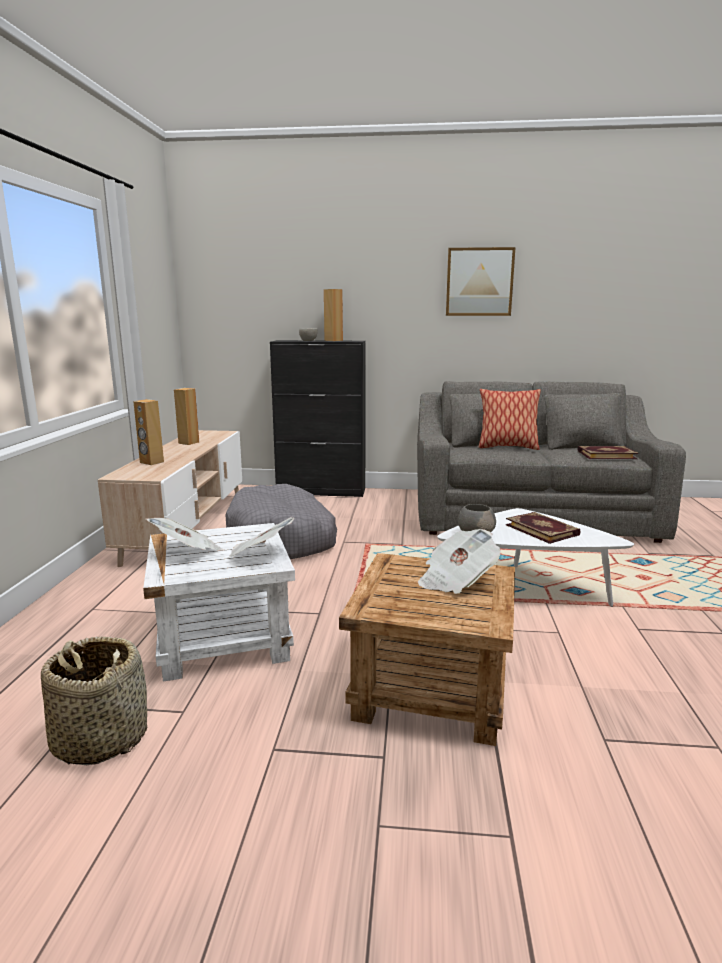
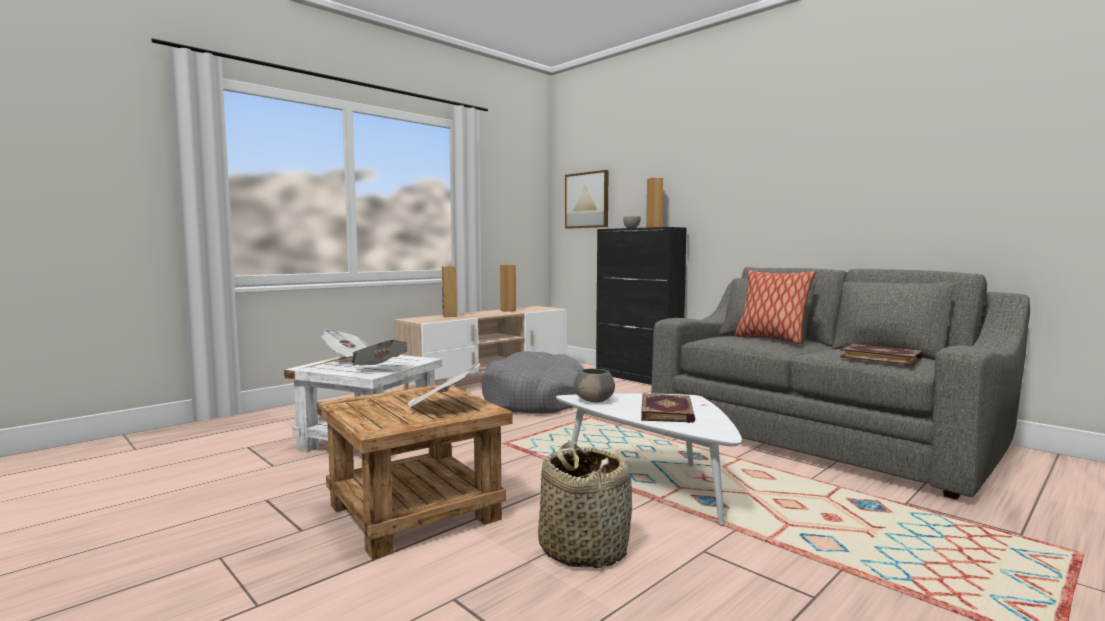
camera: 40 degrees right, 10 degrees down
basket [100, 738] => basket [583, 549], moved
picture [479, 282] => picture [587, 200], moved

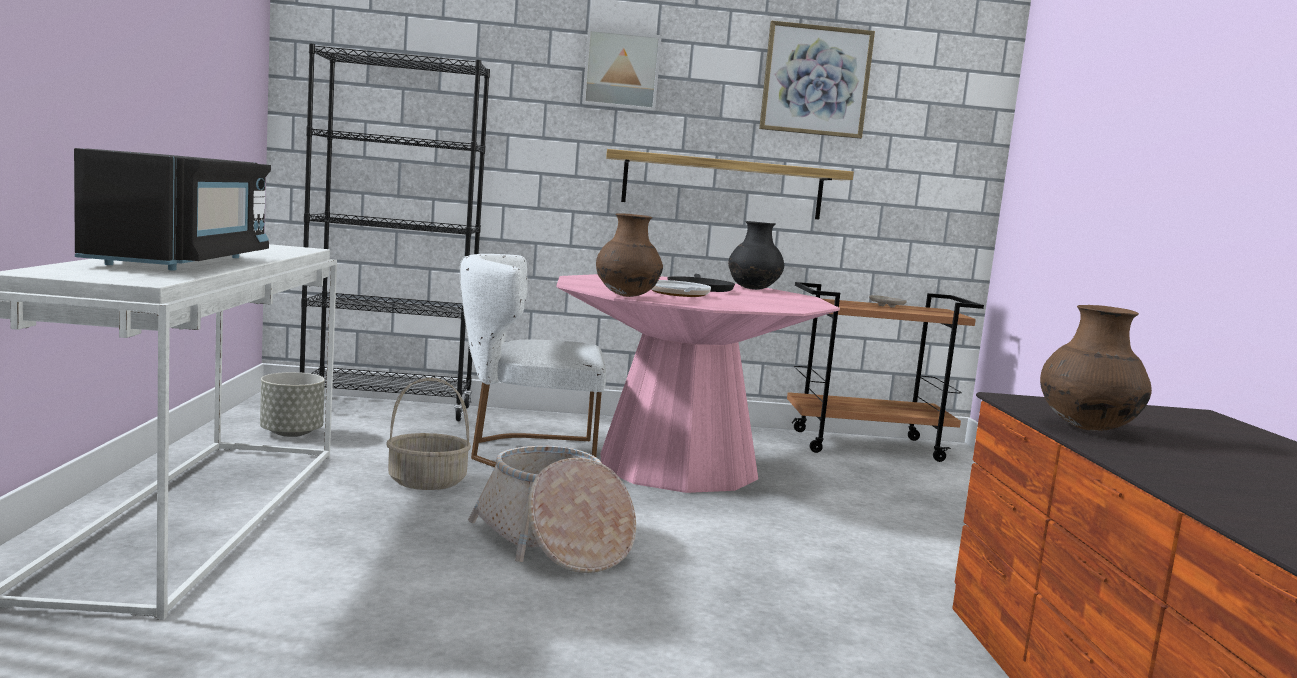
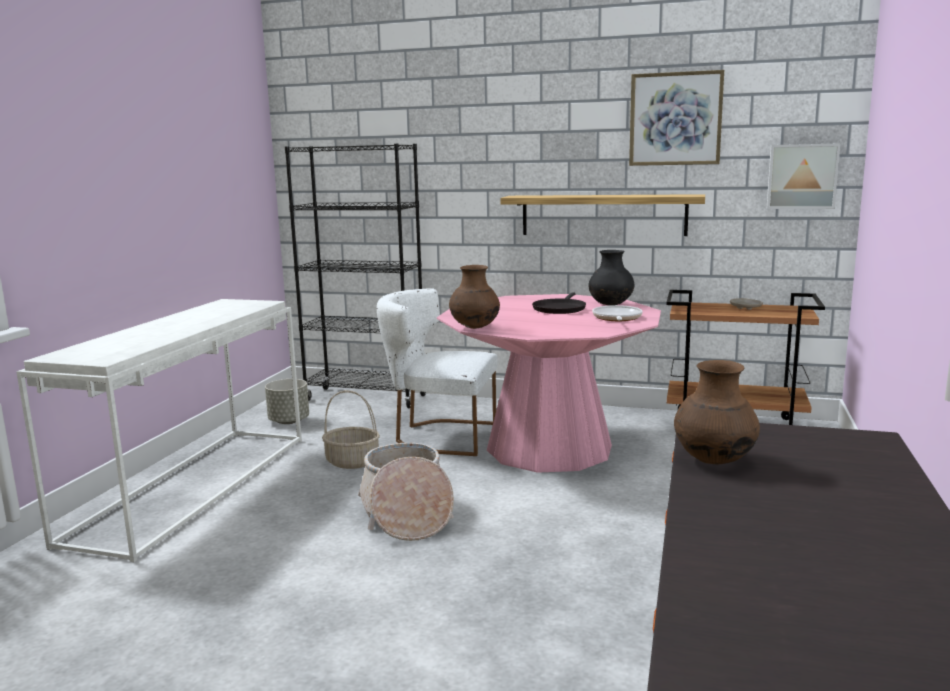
camera: 20 degrees right, 5 degrees up
frying pan [679, 294] => frying pan [616, 318], moved
picture [621, 70] => picture [802, 176], moved
black microwave [182, 262] => nothing

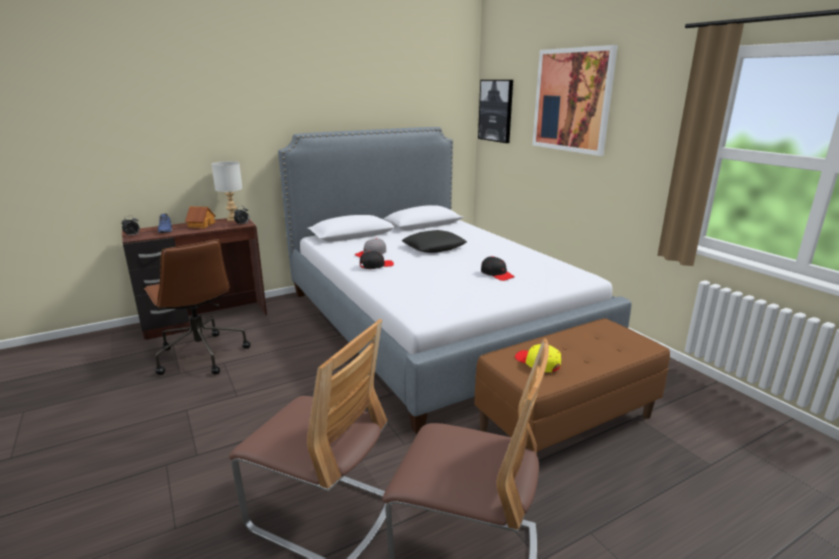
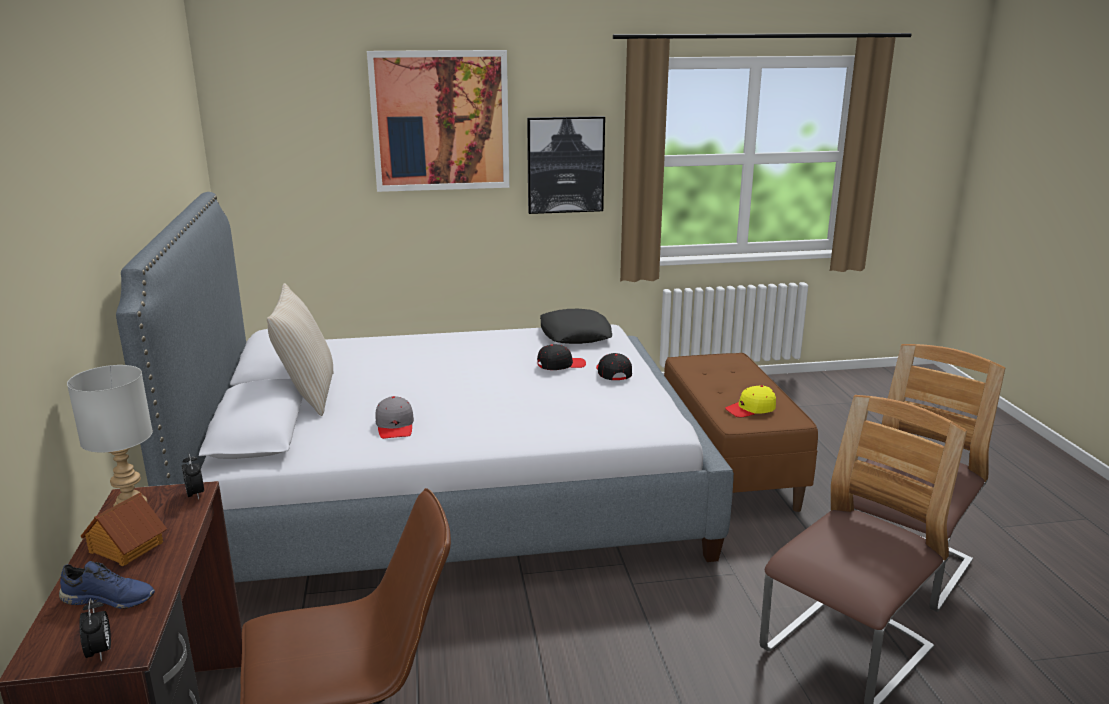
camera: 70 degrees left, 0 degrees up
nothing => beige pillow [307, 395]
picture [496, 110] => picture [565, 164], moved
black pillow [434, 247] => black pillow [575, 334], moved
black cap [376, 265] => black cap [612, 373], moved

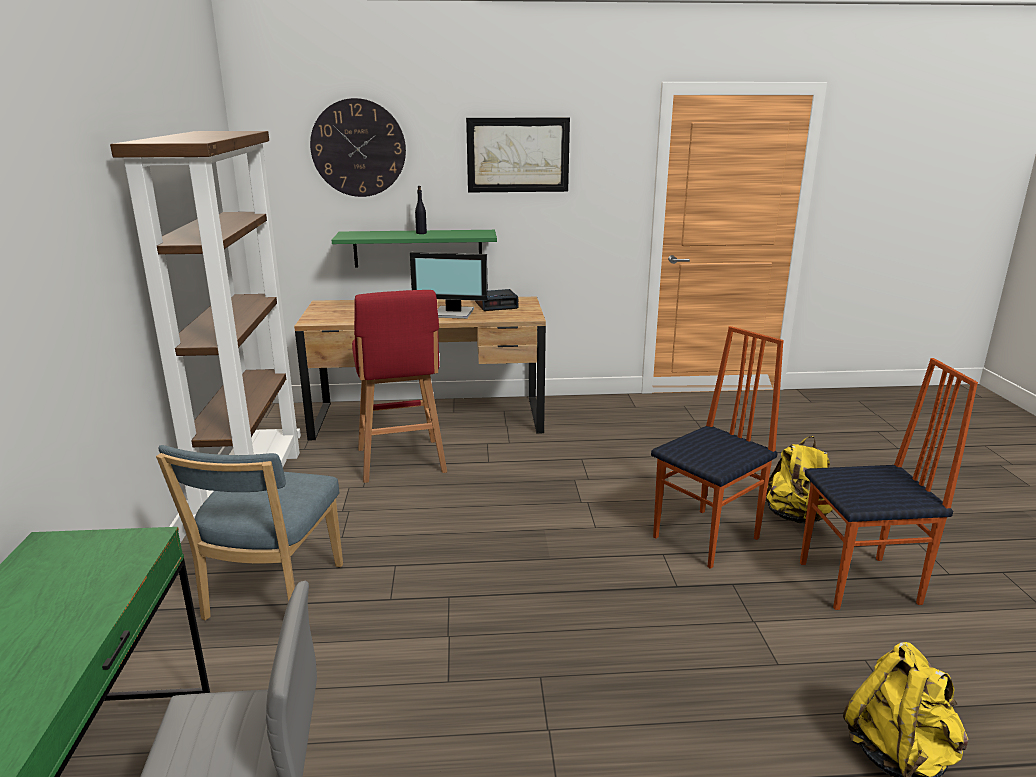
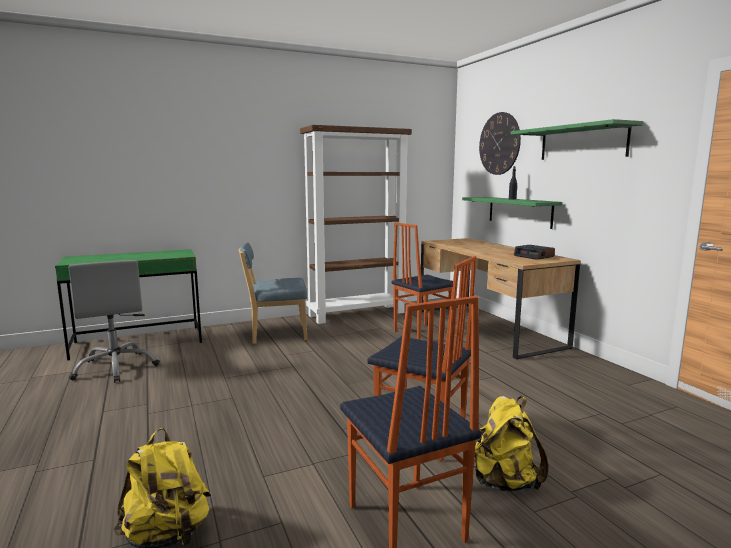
camera: 70 degrees right, 10 degrees down
red stool [401, 462] => chair [421, 332]
picture [518, 155] => green shelf [582, 143]
monitor [453, 313] => nothing

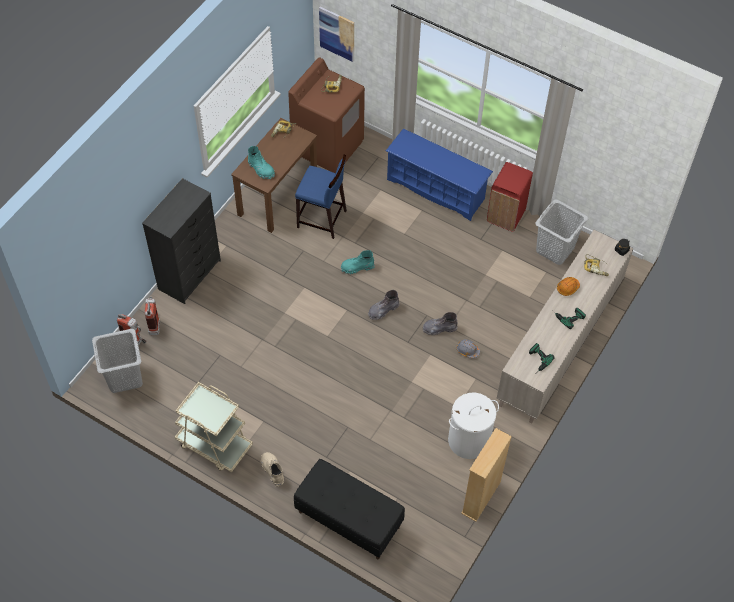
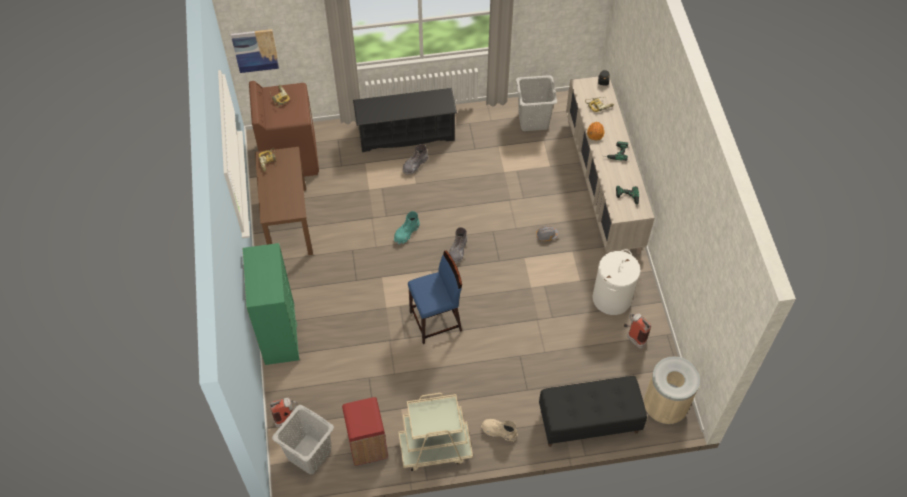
camera: 40 degrees left, 0 degrees up
black dresser [190, 274] => green dresser [280, 333]
red trash can [507, 215] => red trash can [368, 445], moved
blue shoe rack [436, 189] => black shoe rack [406, 134]
grey boot [439, 328] => grey boot [415, 165], moved
blue stool [322, 219] => blue stool [436, 321], moved
fire extinguisher [155, 324] => fire extinguisher [633, 338], moved
nothing => beige trash can [664, 407]
turquoise boot [261, 169] => nothing
beige bookcase [481, 497] => nothing

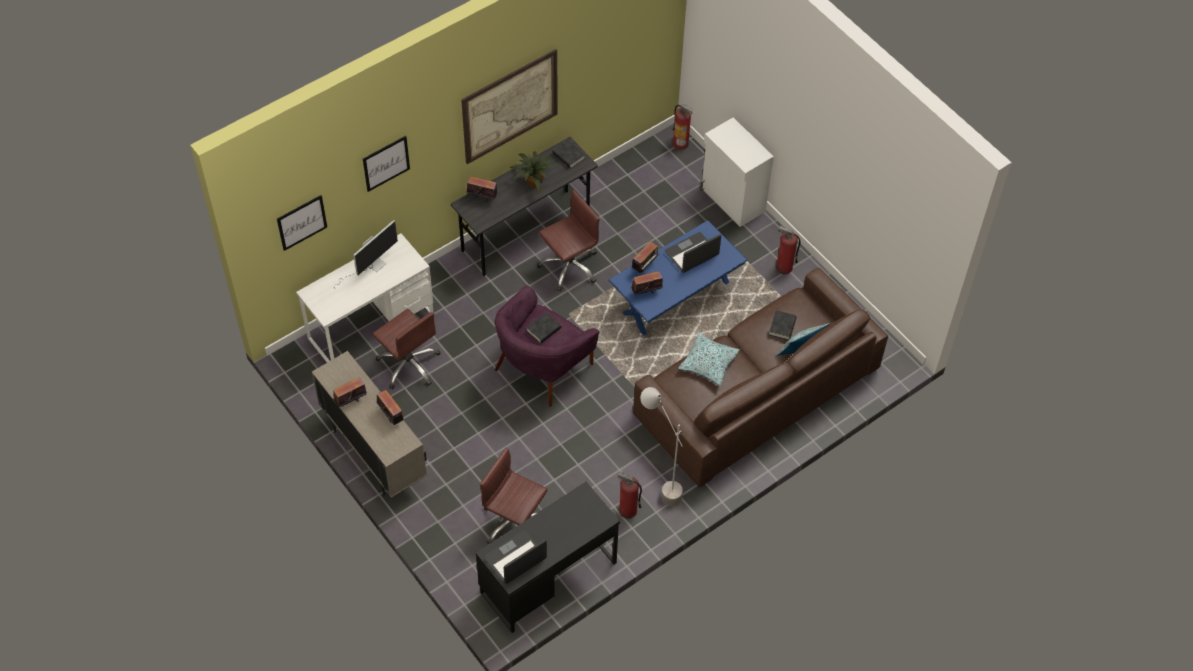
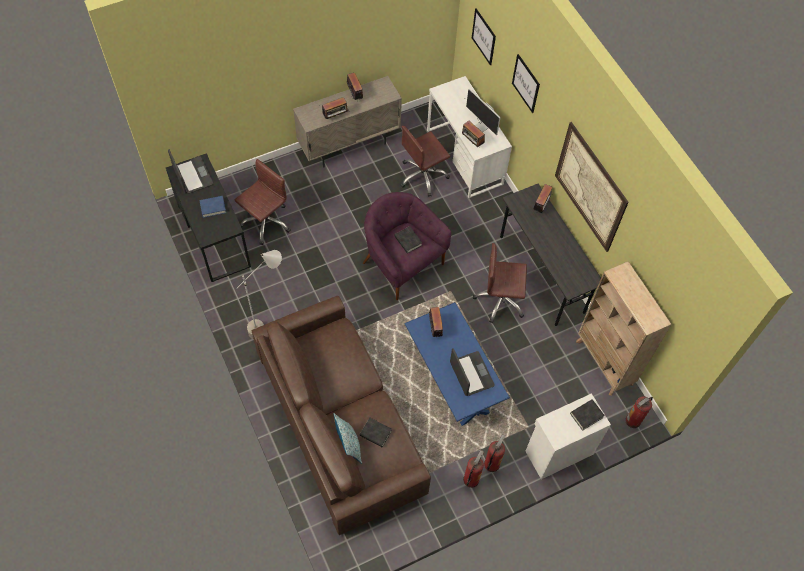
camera: 100 degrees right, 5 degrees up
nothing => blue book [213, 207]
radio [645, 266] => radio [472, 142], moved
brown office chair [569, 266] => brown office chair [500, 300], 120 degrees clockwise
fire extinguisher [627, 510] => fire extinguisher [491, 464], moved
black book [568, 156] => black book [586, 415], moved
nothing => beige bookcase [604, 363]
potted plant [533, 181] => nothing
pillow [708, 363] => nothing

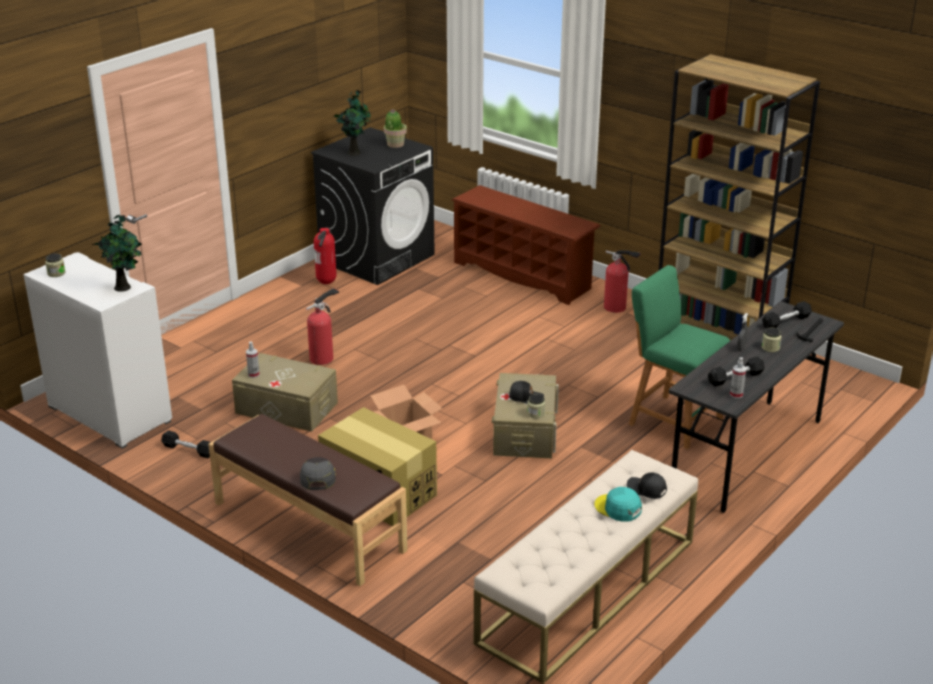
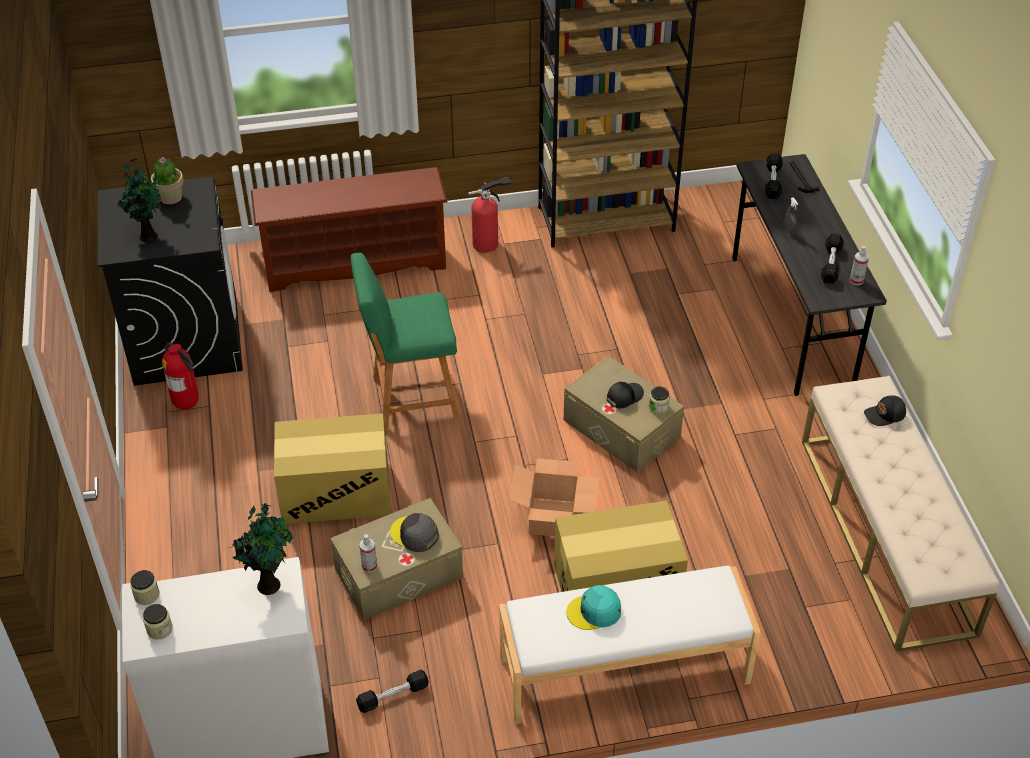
camera: 50 degrees left, 15 degrees up
jar [770, 348] => jar [147, 595], moved
fire extinguisher [323, 357] => cardboard box [335, 492]
green stool [671, 420] => green stool [410, 399], moved
grey cap [317, 477] => grey cap [414, 535], moved
brown bench [308, 527] => white bench [624, 671]
turquoise cap [618, 508] => turquoise cap [594, 612], moved

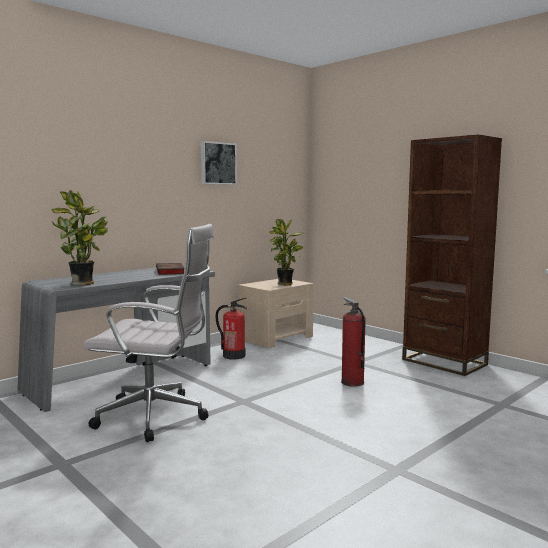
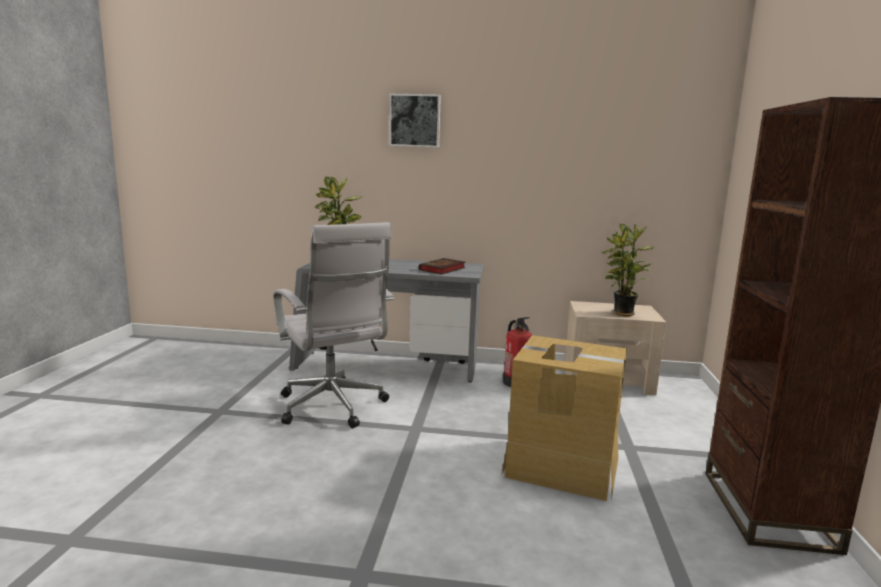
camera: 50 degrees right, 5 degrees up
picture [217, 163] => picture [415, 120], moved
fire extinguisher [352, 382] => cardboard box [561, 466]

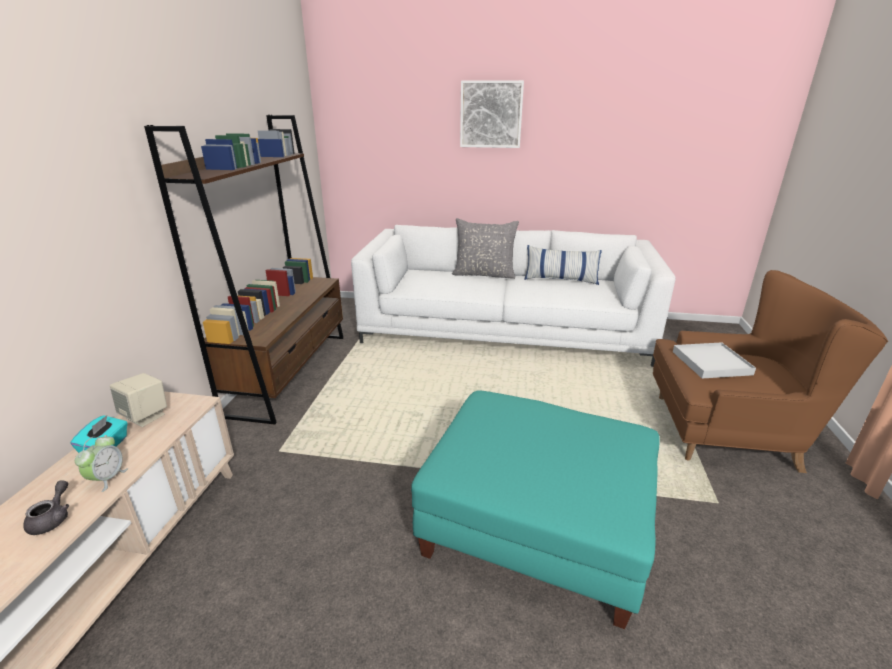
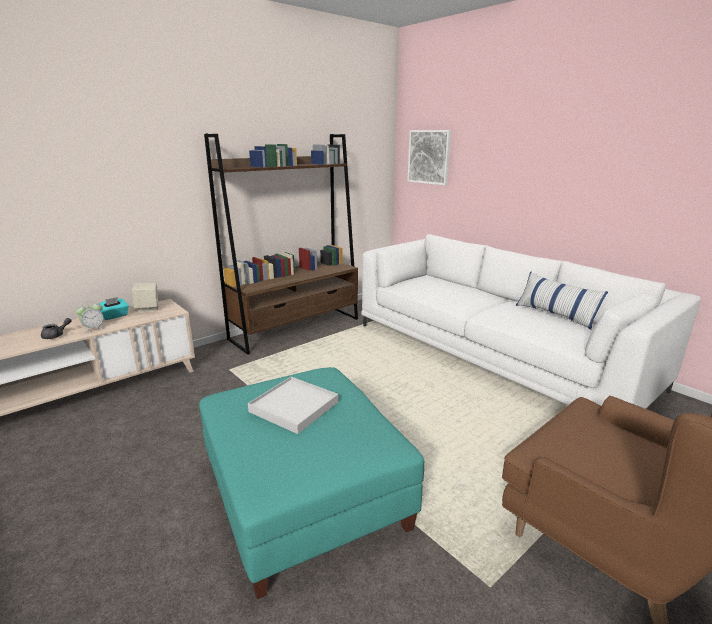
camera: 40 degrees right, 5 degrees down
white tray [711, 363] => white tray [294, 407], moved
picture [491, 114] => picture [429, 157], moved
grey pillow [484, 274] => nothing

